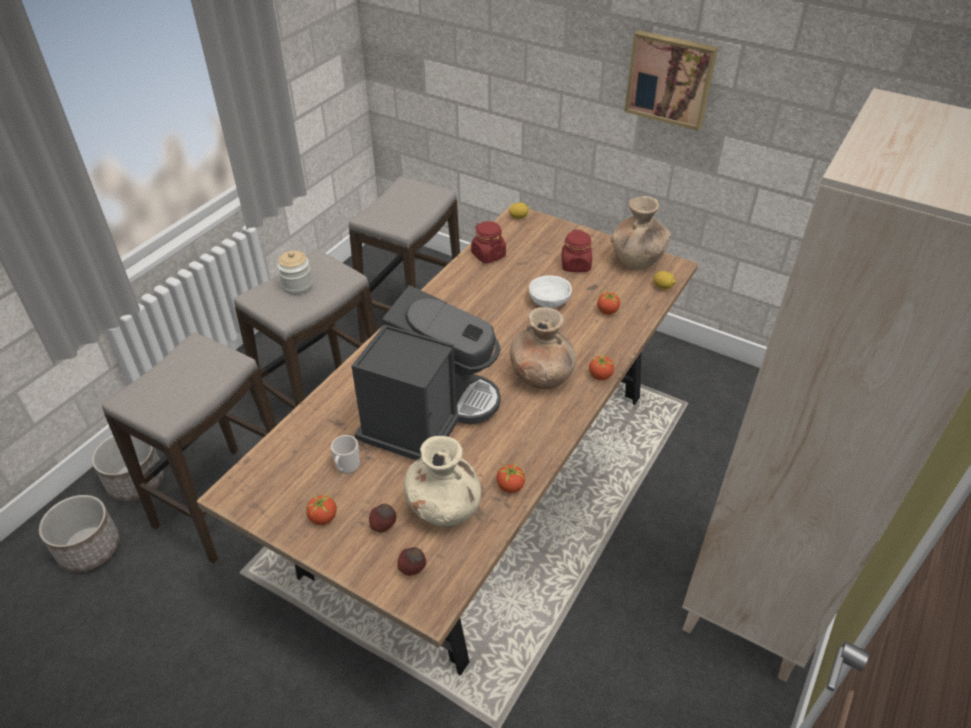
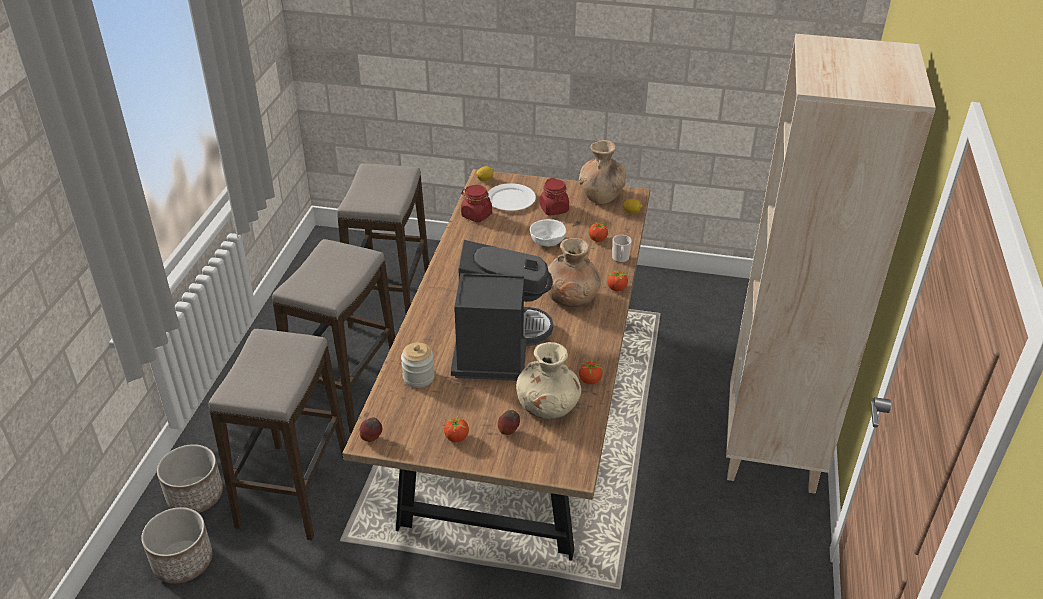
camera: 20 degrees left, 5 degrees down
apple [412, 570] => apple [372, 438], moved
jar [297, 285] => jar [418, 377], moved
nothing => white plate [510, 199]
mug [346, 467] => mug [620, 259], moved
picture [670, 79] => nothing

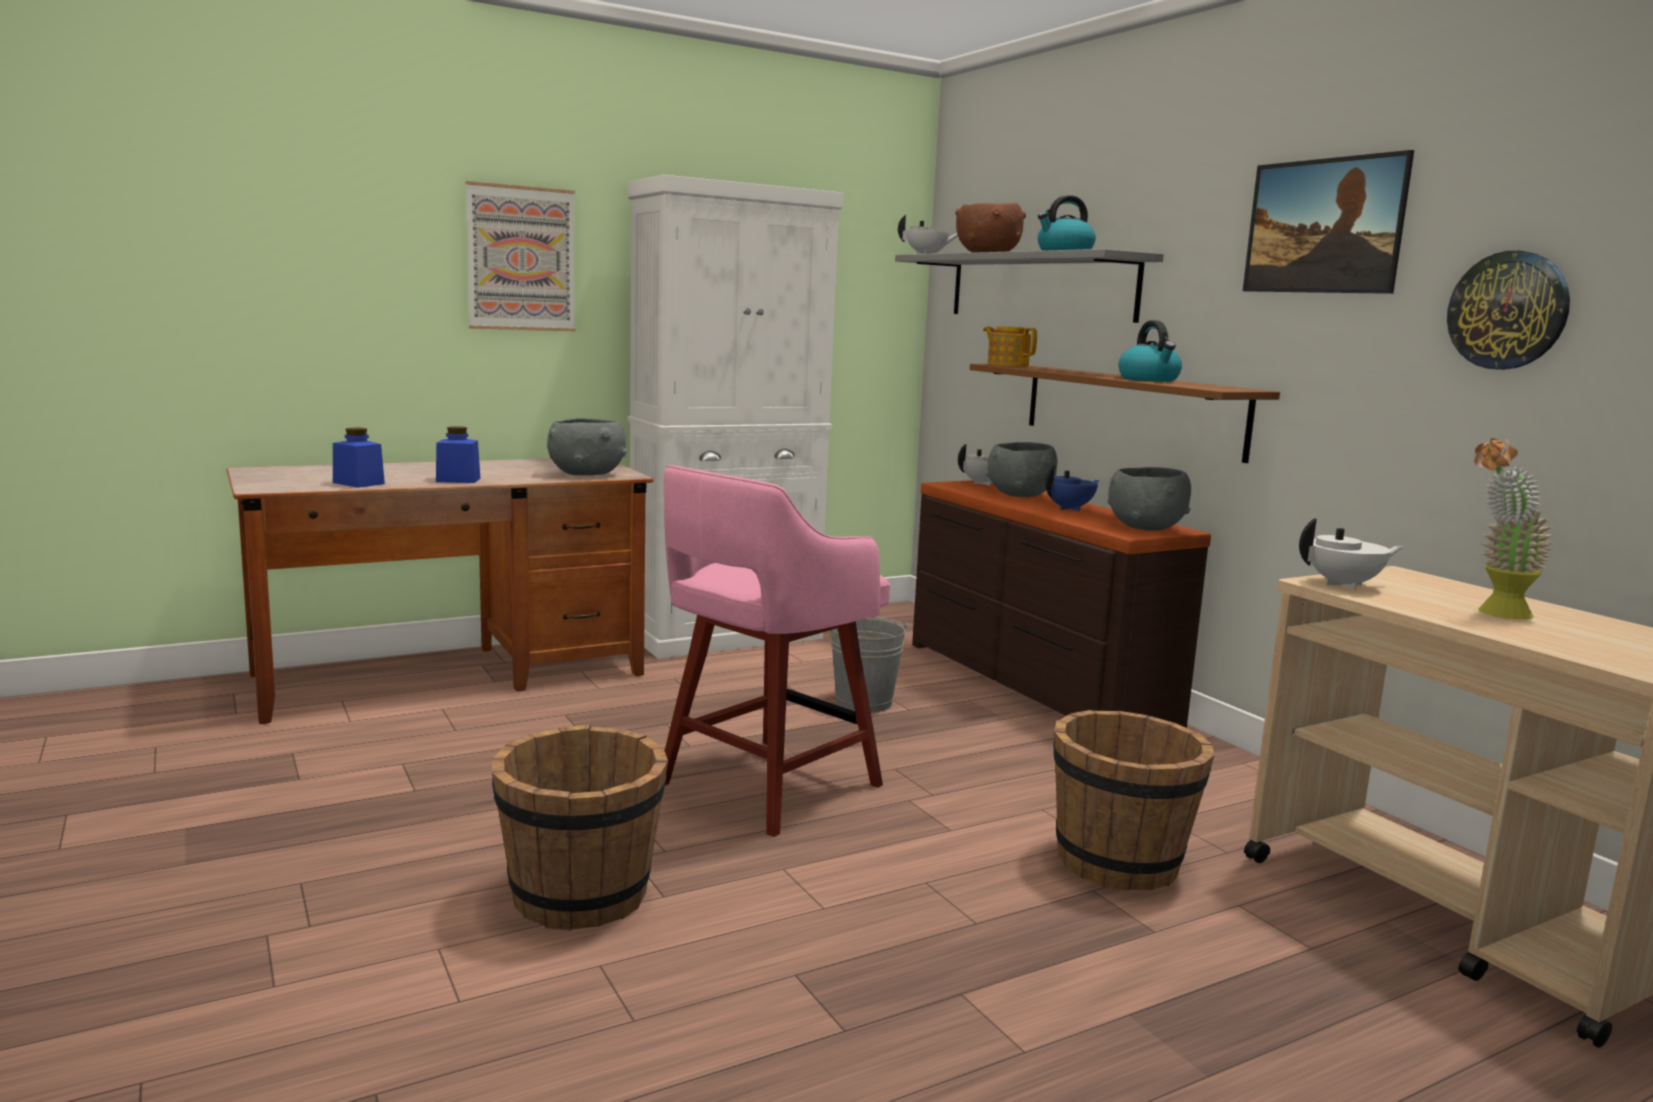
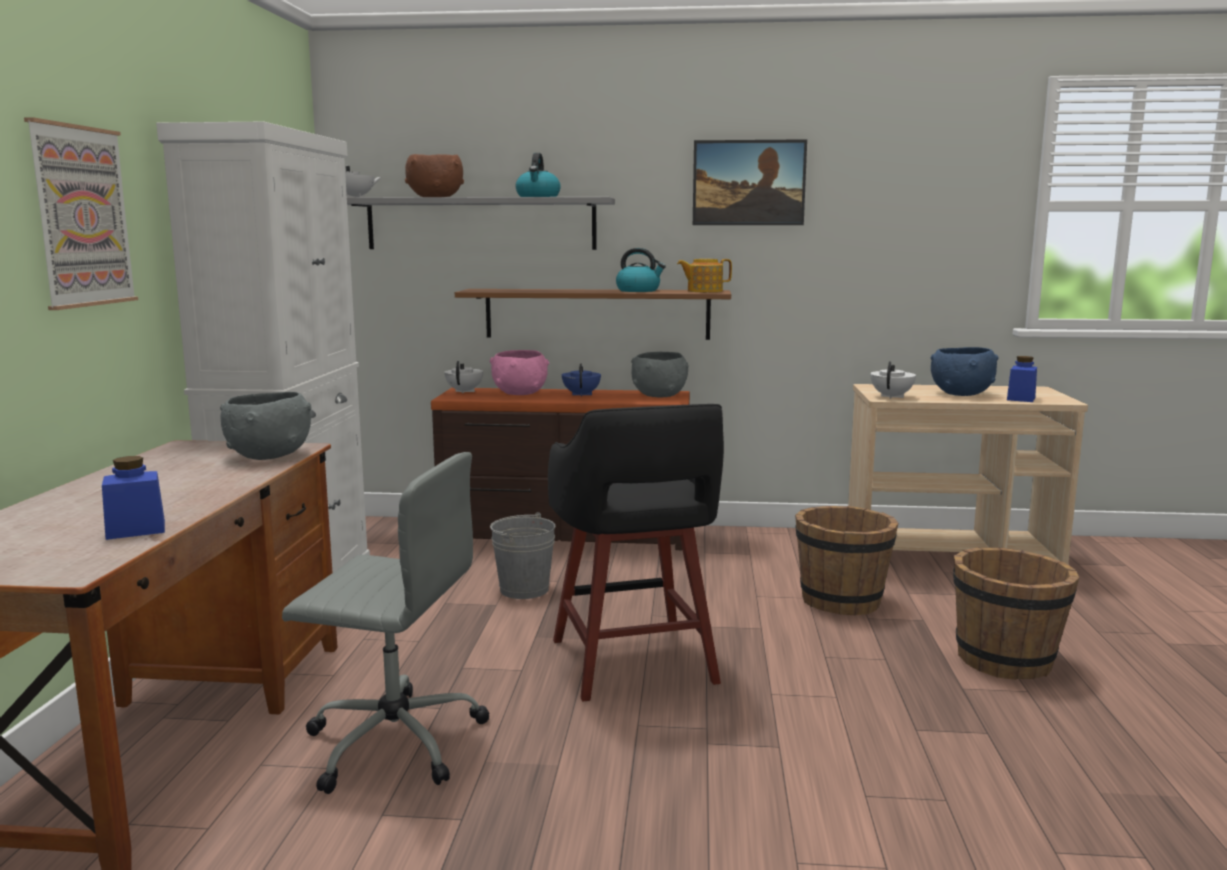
camera: 55 degrees left, 0 degrees up
nothing => grey office chair [392, 741]
grey bowl [1020, 495] => pink bowl [520, 393]
pink stool [764, 787] => black stool [634, 664]
teapot [1007, 365] => teapot [704, 291], moved
potted plant [1493, 613] => blue bowl [961, 394]
brown bucket [581, 897] => brown bucket [1005, 660], moved
blue jar [458, 480] => blue jar [1021, 398], moved
wall clock [1508, 310] => nothing

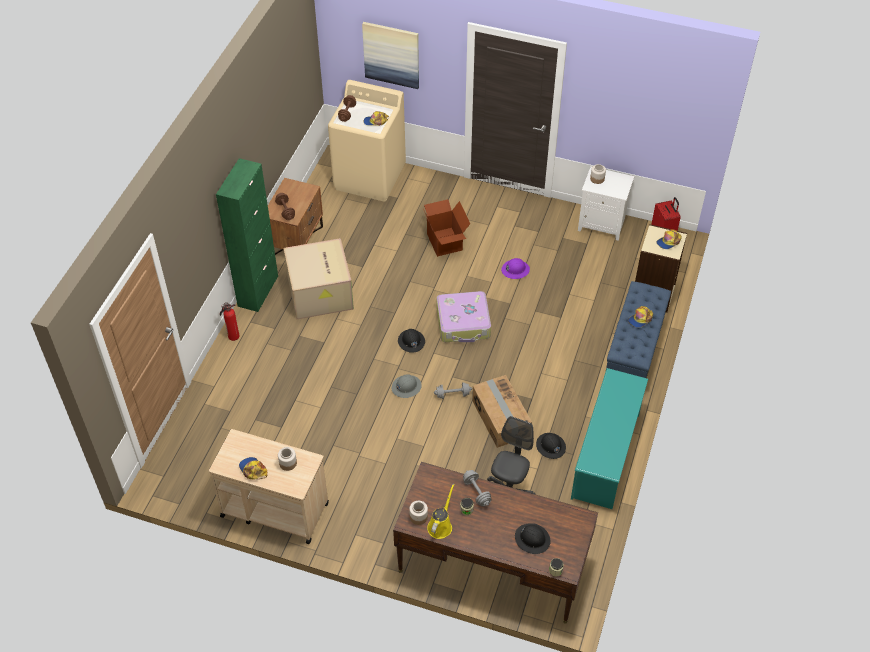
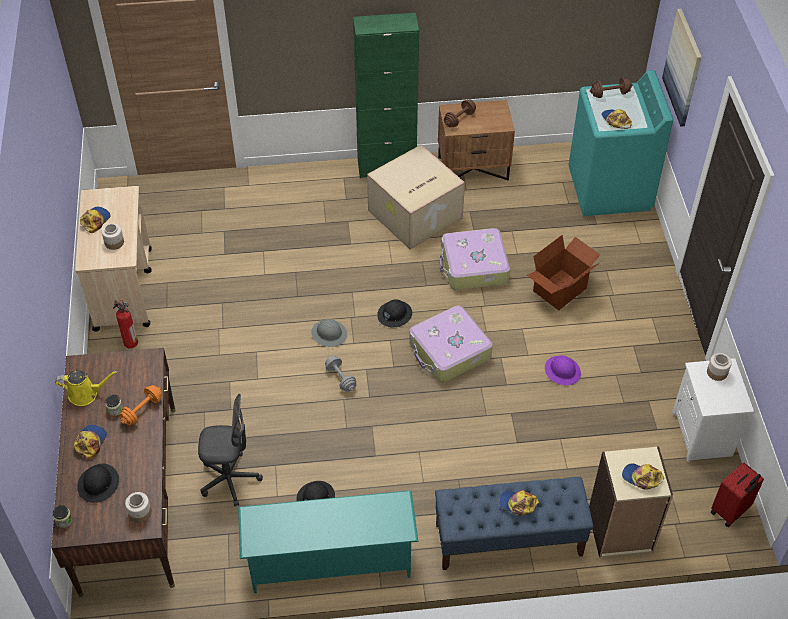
camera: 65 degrees right, 0 degrees up
nothing => cap [90, 442]
fire extinguisher [233, 336] => fire extinguisher [130, 342], moved
grey dumbbell [476, 492] => orange dumbbell [142, 410]
jar [419, 517] => jar [140, 513], moved
nothing => suitcase [473, 266]
beige washing machine [370, 177] => turquoise washing machine [609, 189]
cardboard box [500, 418] => nothing

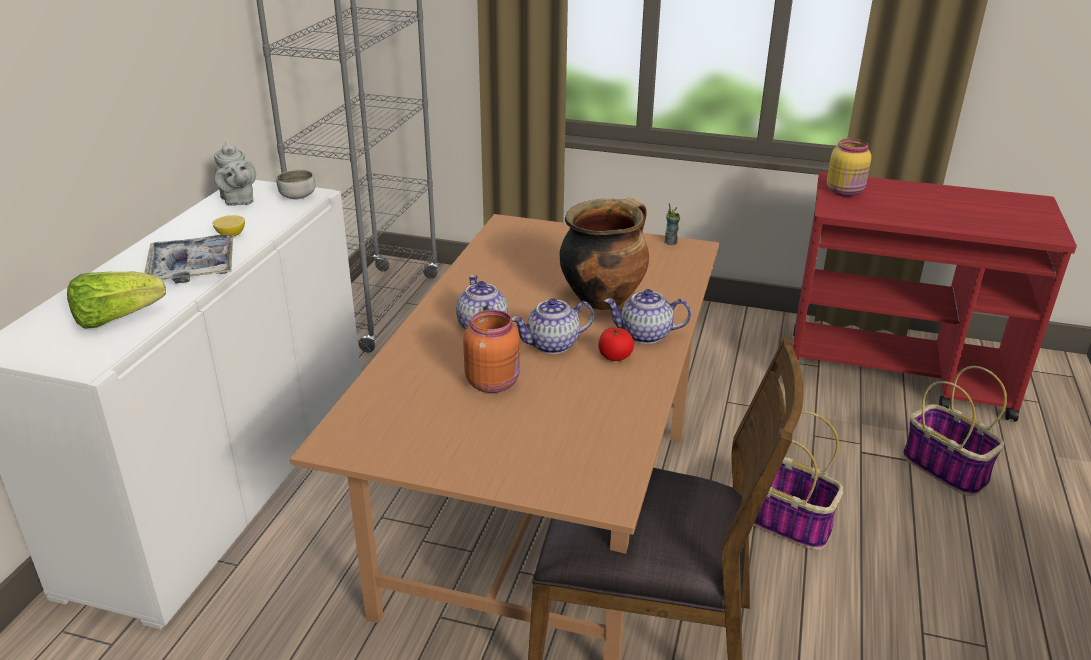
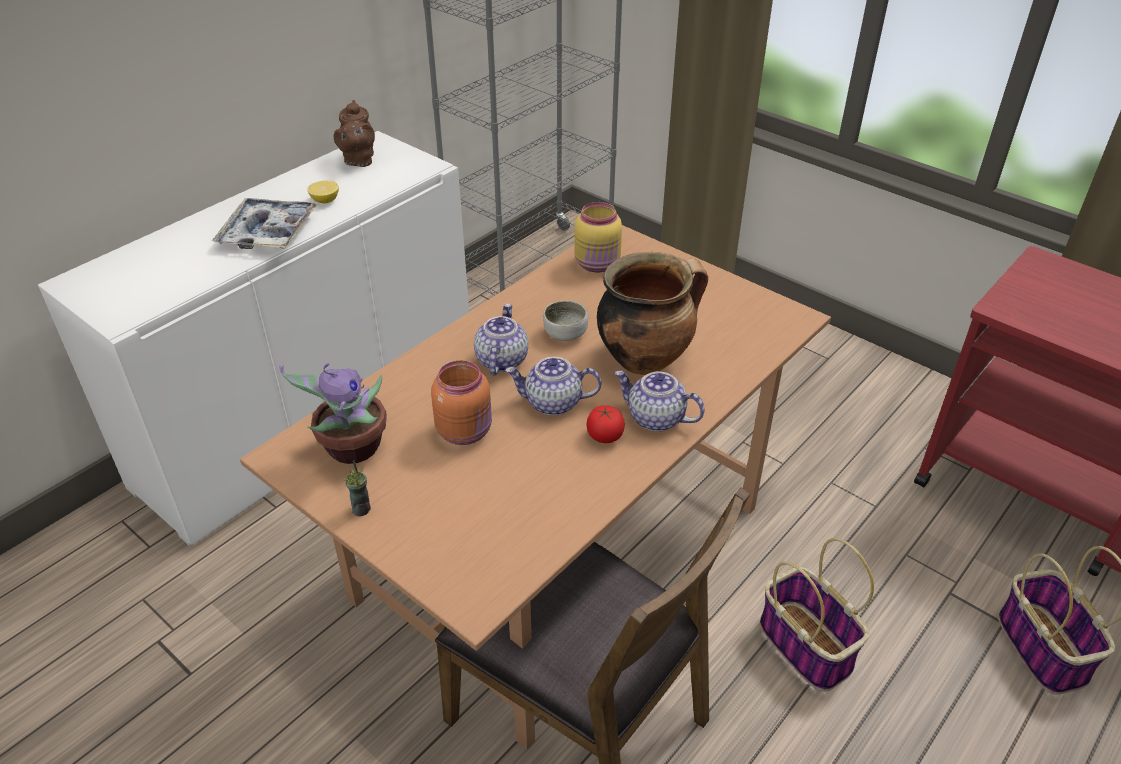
camera: 25 degrees right, 10 degrees up
nothing => potted plant [351, 449]
grey teapot [238, 201] => brown teapot [358, 160]
cup [670, 242] => cup [361, 509], moved
bowl [297, 196] => bowl [565, 333], moved
yellow jar [845, 192] => yellow jar [598, 264], moved
lettuce [116, 318] => nothing

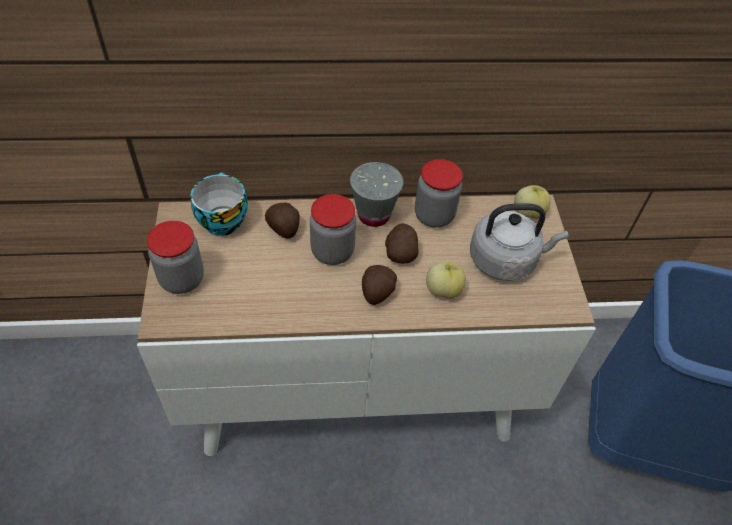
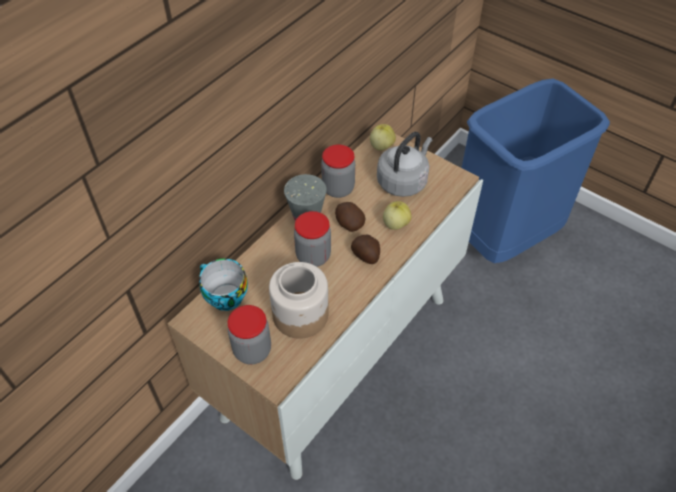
camera: 45 degrees left, 0 degrees up
nothing => jar [300, 315]
potato [284, 229] => nothing

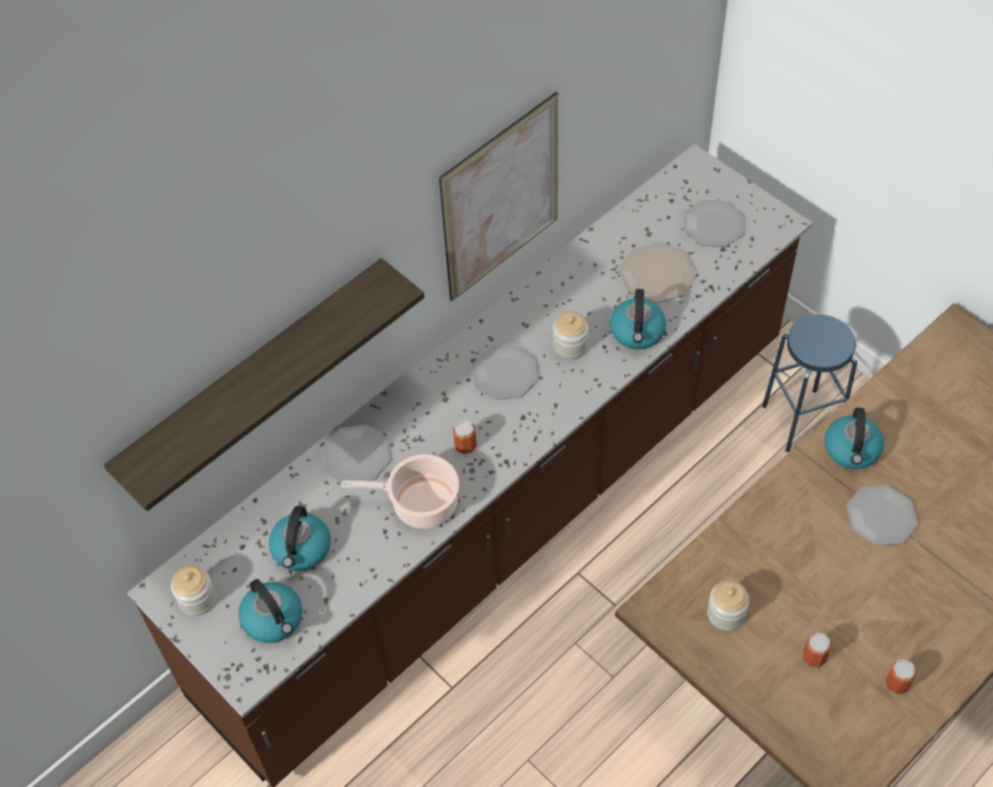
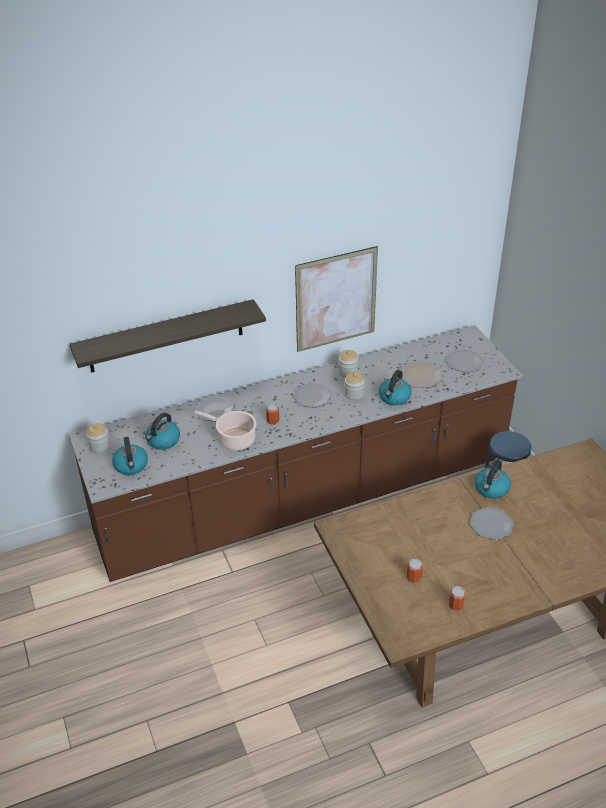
camera: 20 degrees right, 15 degrees down
jar [726, 614] => jar [348, 372], moved

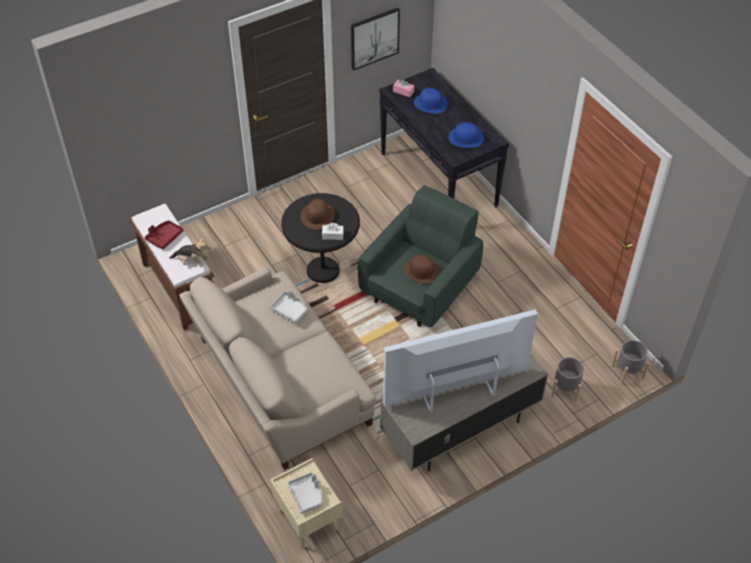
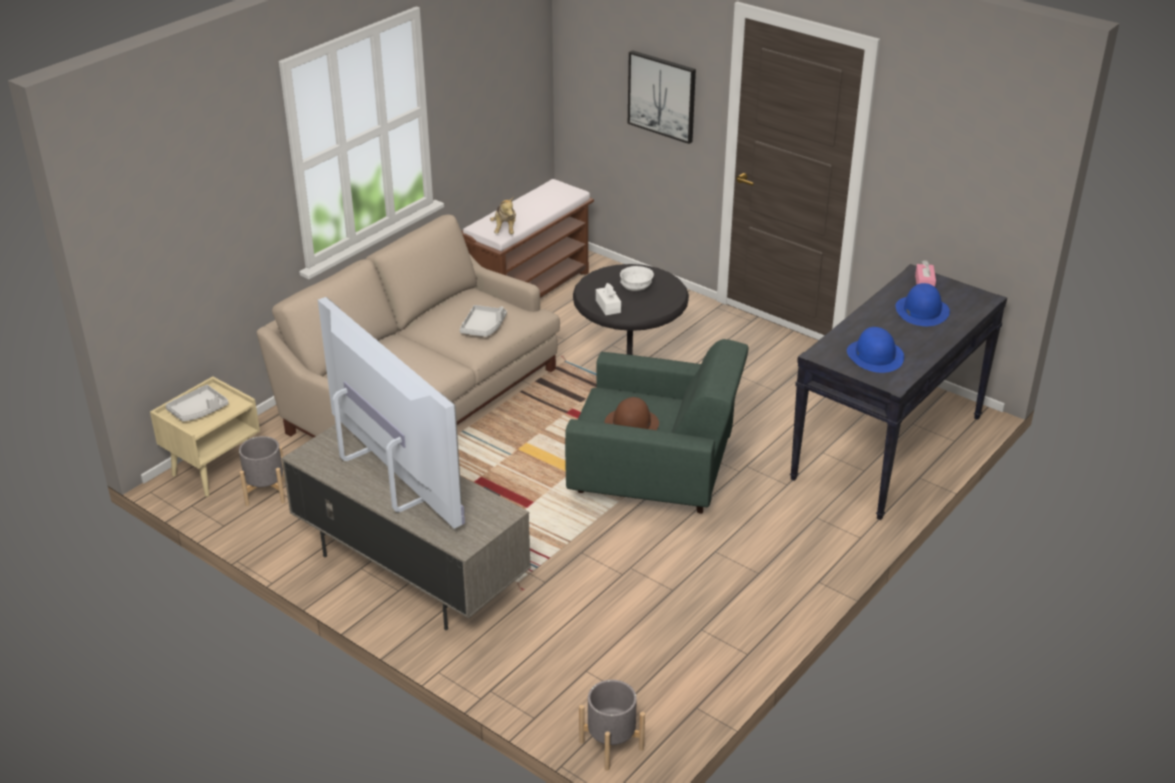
camera: 70 degrees right, 15 degrees down
grey planter [565, 389] => grey planter [266, 492], moved
brown hat [317, 216] => white bowl [636, 288]
picture [374, 38] => picture [662, 96], moved
red tray [164, 237] => nothing

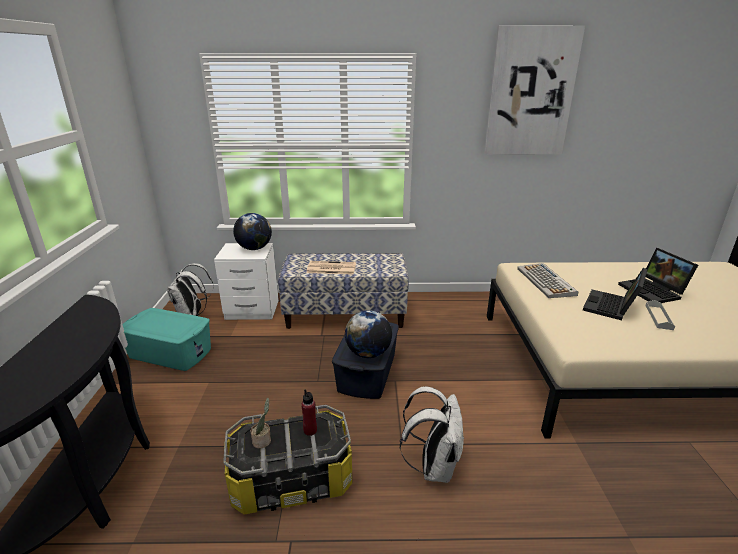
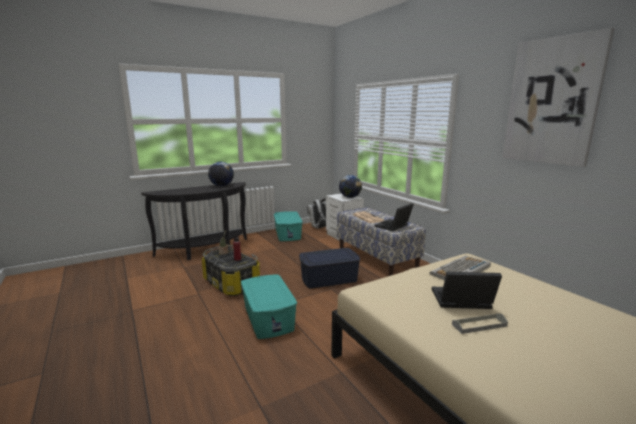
camera: 60 degrees right, 10 degrees down
globe [368, 353] => globe [221, 186], moved
white backpack [433, 466] => turquoise storage box [268, 318]
laptop [653, 291] => laptop [393, 226], moved

